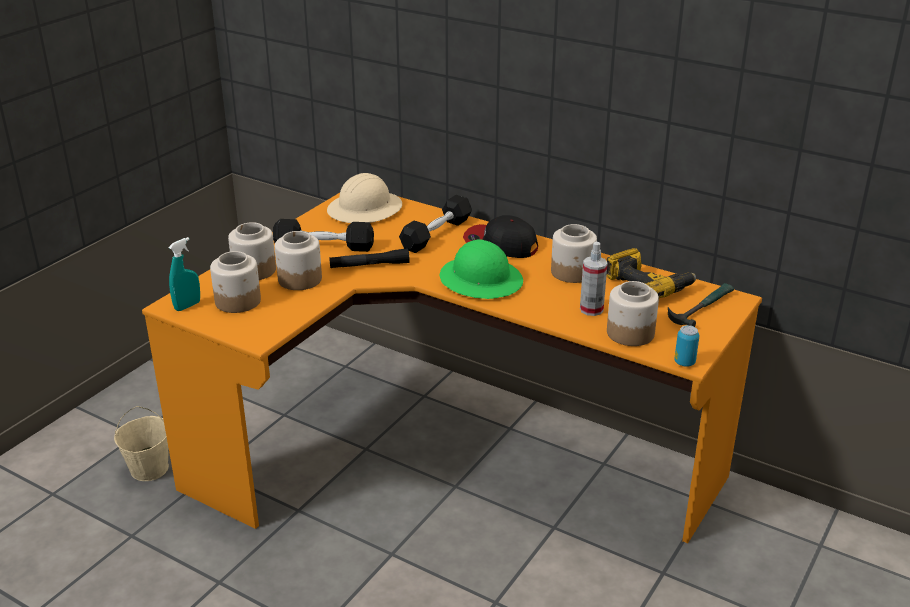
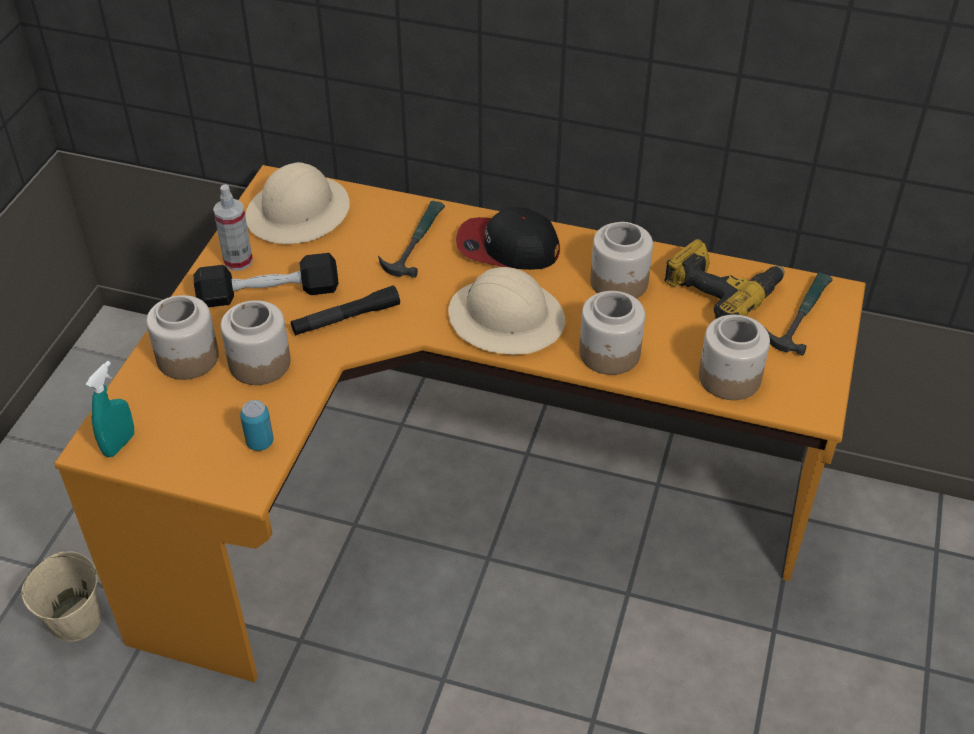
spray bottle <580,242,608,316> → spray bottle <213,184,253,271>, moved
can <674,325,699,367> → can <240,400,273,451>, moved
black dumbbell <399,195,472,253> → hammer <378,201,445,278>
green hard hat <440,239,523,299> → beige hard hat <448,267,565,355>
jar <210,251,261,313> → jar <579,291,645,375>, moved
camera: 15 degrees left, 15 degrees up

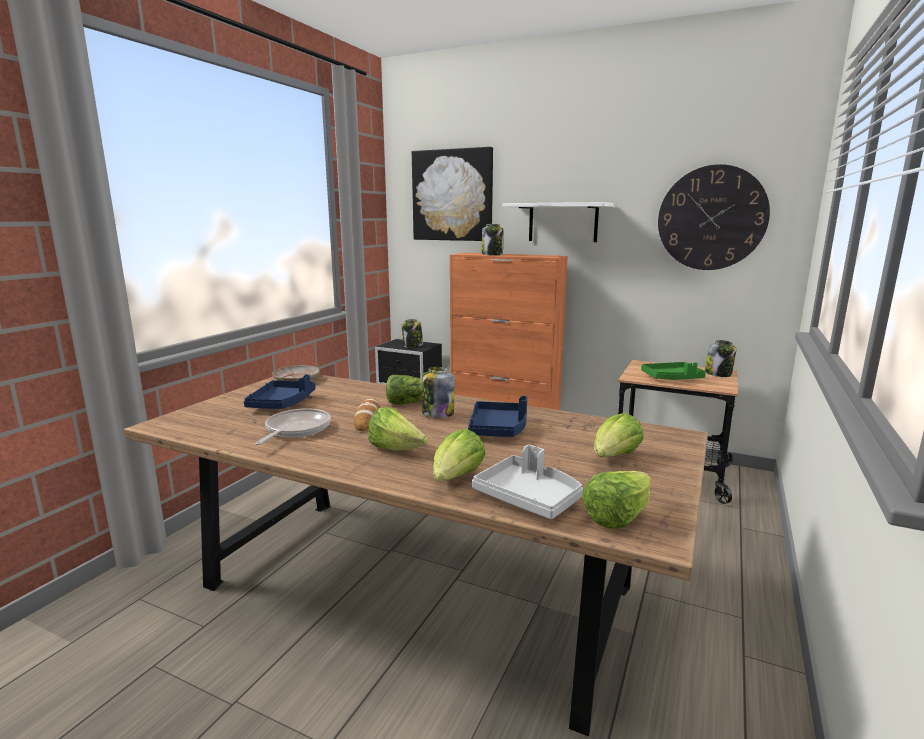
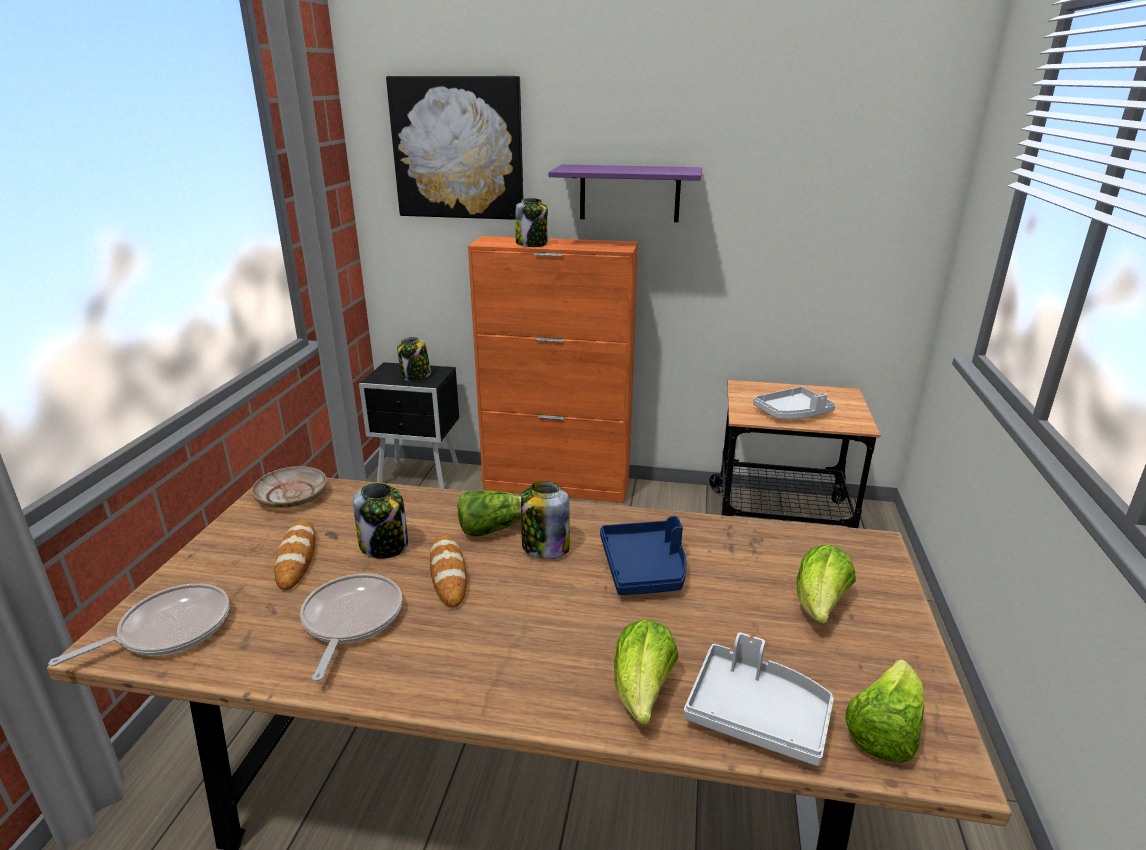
- → frying pan <49,583,229,666>
blue tray <244,374,316,409> → bread <274,520,316,590>
jar <705,340,736,377> → jar <353,482,408,559>, moved
white shelf <502,202,614,242> → purple shelf <549,165,702,222>
green tray <641,362,706,380> → grey tray <753,386,835,419>
lettuce <368,407,428,451> → -
wall clock <658,164,770,270> → -
camera: 15 degrees left, 10 degrees up

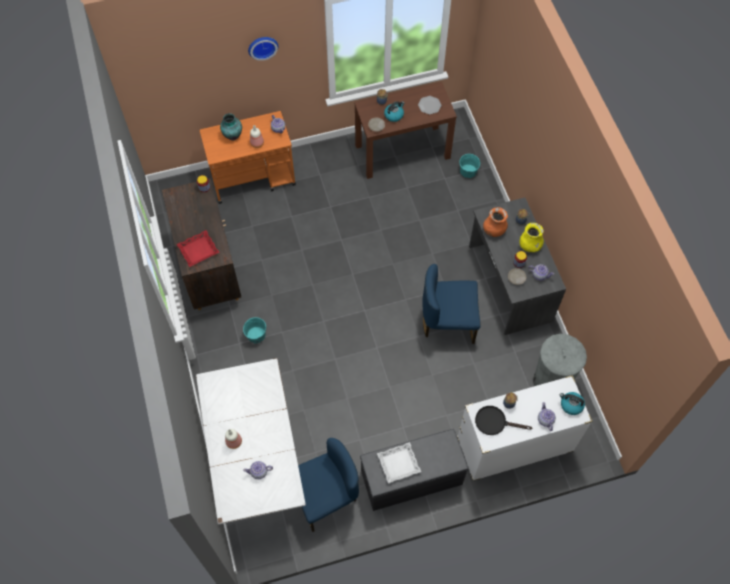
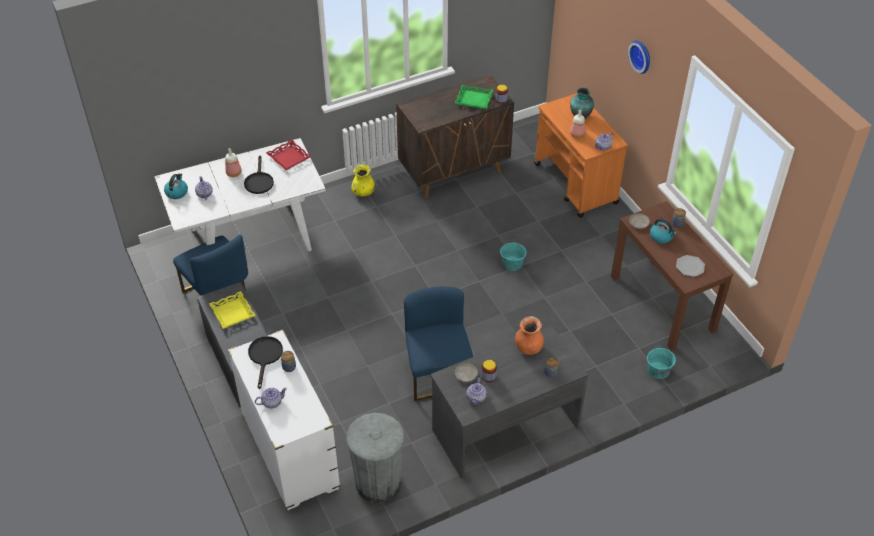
kettle <560,392,585,415> → kettle <164,173,188,199>, moved
white tray <377,442,421,483> → yellow tray <209,291,256,329>
- → black frying pan <244,156,274,194>
red tray <176,230,220,267> → red tray <266,139,312,170>, moved
yellow vase <519,223,544,252> → yellow vase <351,164,375,196>, moved
- → green tray <455,84,494,109>
turquoise bucket <243,317,266,343> → turquoise bucket <500,242,527,271>, moved
camera: 80 degrees right, 15 degrees down

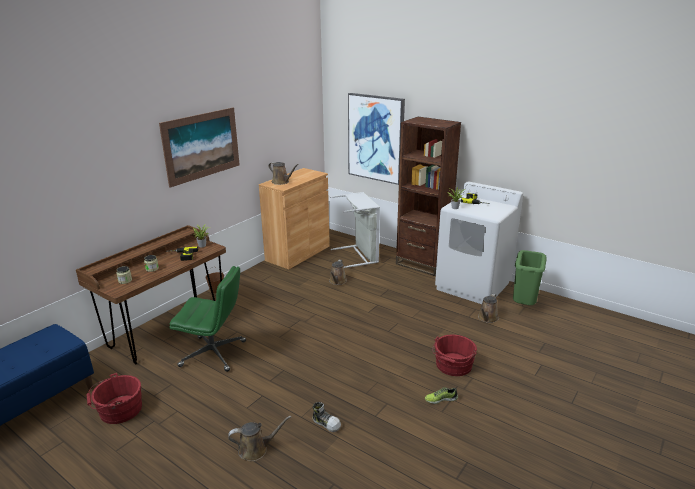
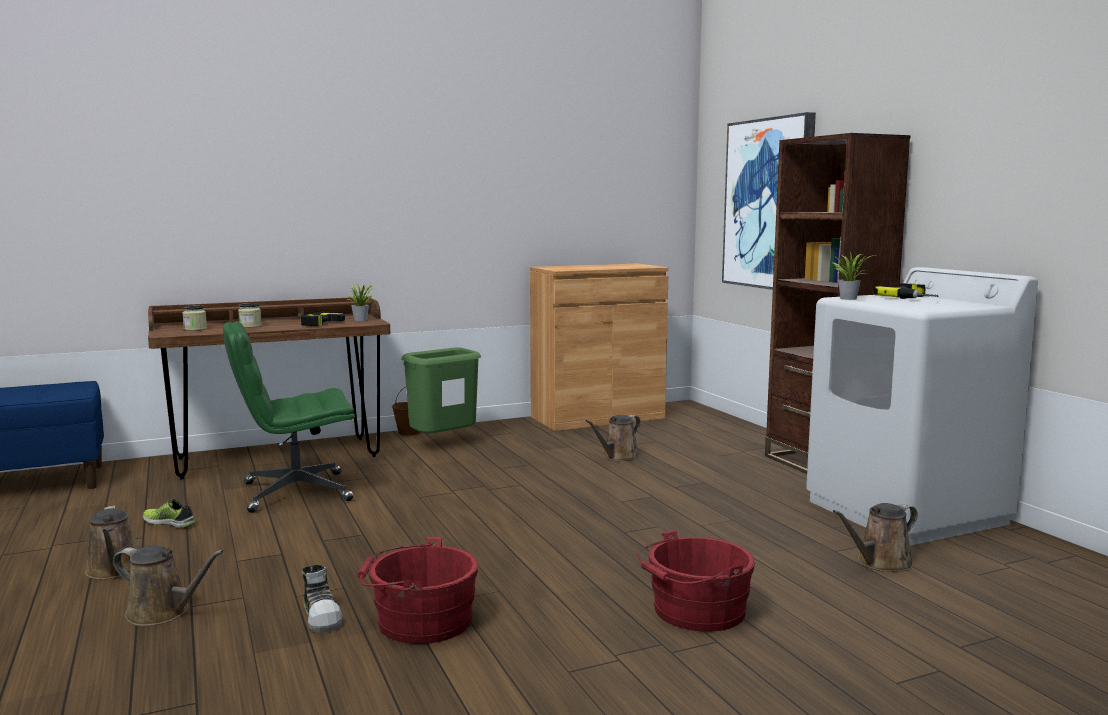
brown watering can <269,162,299,185> → brown watering can <85,505,138,579>, moved
shoe <425,387,458,404> → shoe <143,499,196,528>, moved
green office chair <170,266,246,372> → green office chair <223,321,355,513>, 120 degrees clockwise
red bucket <87,373,142,424> → red bucket <357,537,478,644>, moved
green trash can <513,250,547,305> → green trash can <401,348,481,434>, moved
picture <159,108,240,188> → -
grey laundry basket <330,192,380,268> → -
camera: 30 degrees right, 15 degrees down

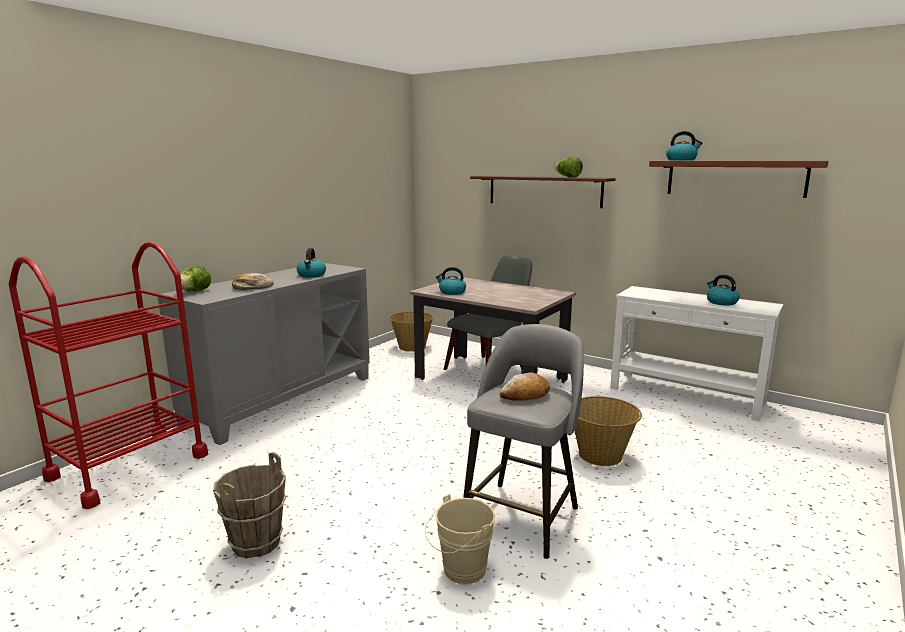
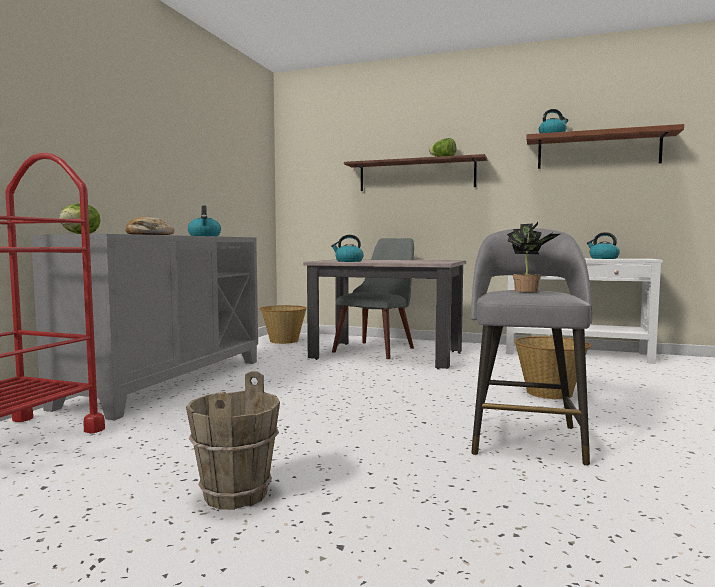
bread <500,372,550,401> → potted plant <506,222,560,292>
beige bucket <425,494,495,585> → -
camera: 15 degrees left, 10 degrees down

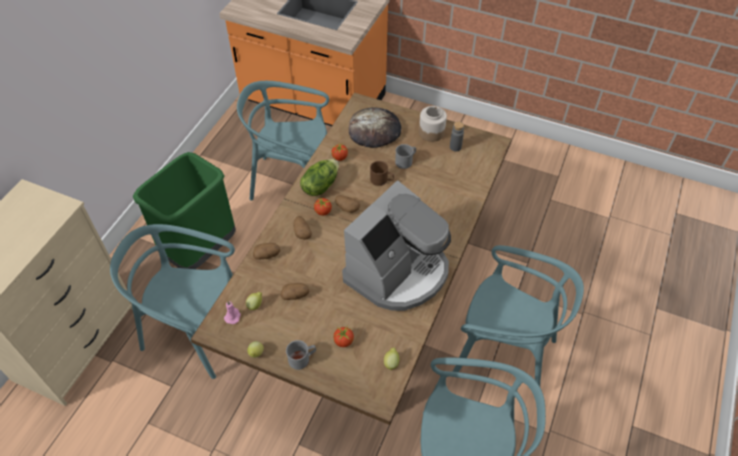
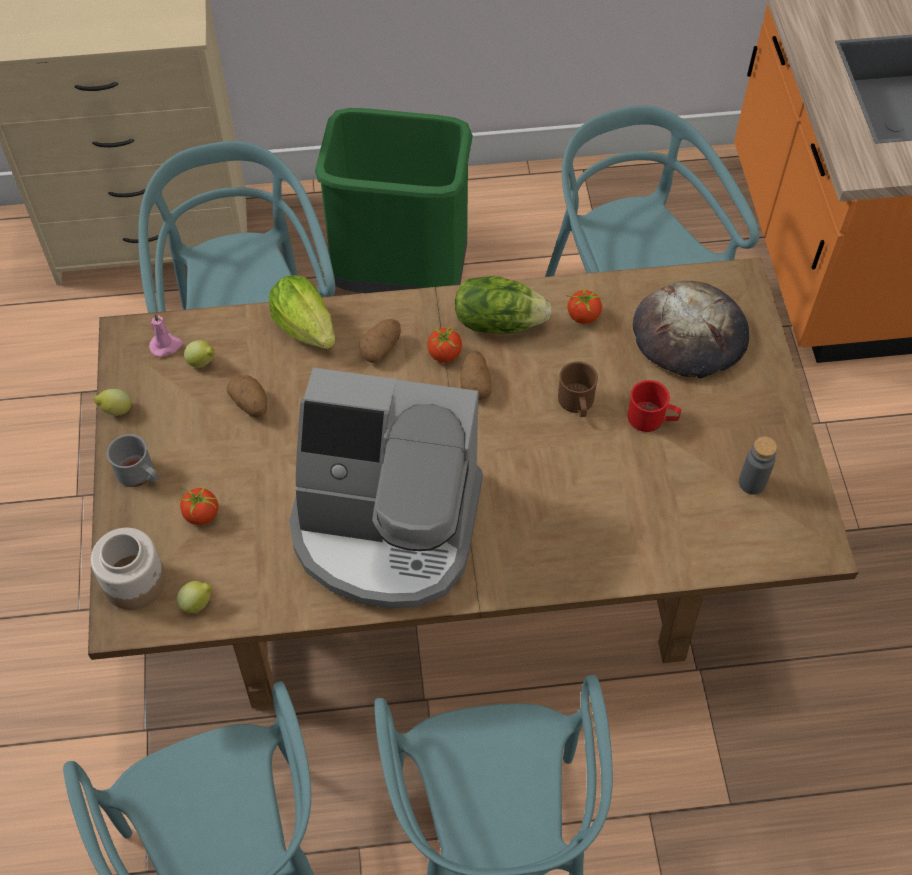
jar <419,106,447,142> → jar <91,528,166,610>, moved
potato <253,243,280,260> → lettuce <269,275,335,349>
grey mug <395,144,416,169> → red mug <627,380,681,432>
camera: 60 degrees right, 5 degrees up

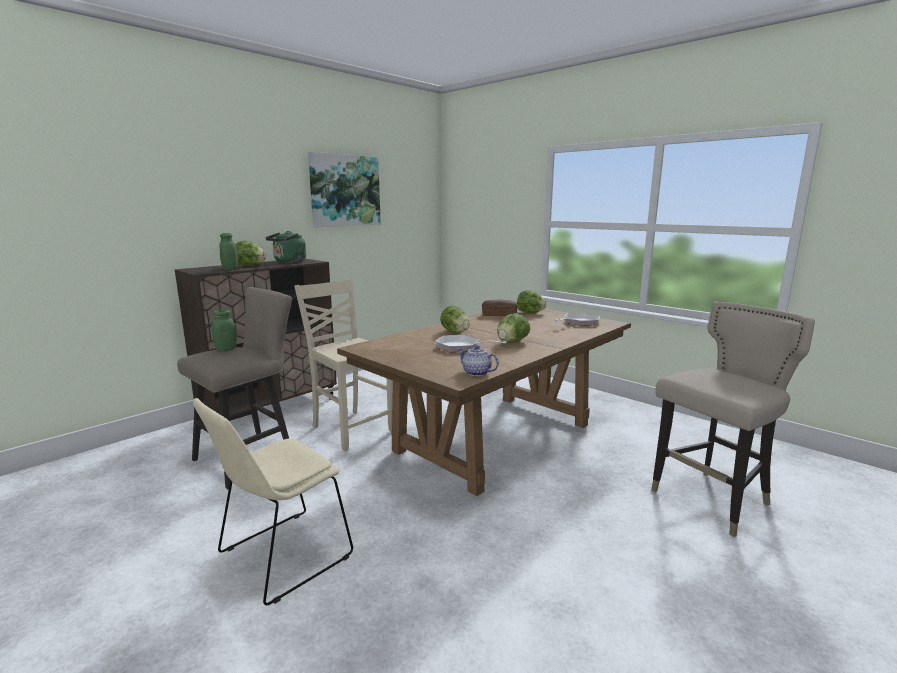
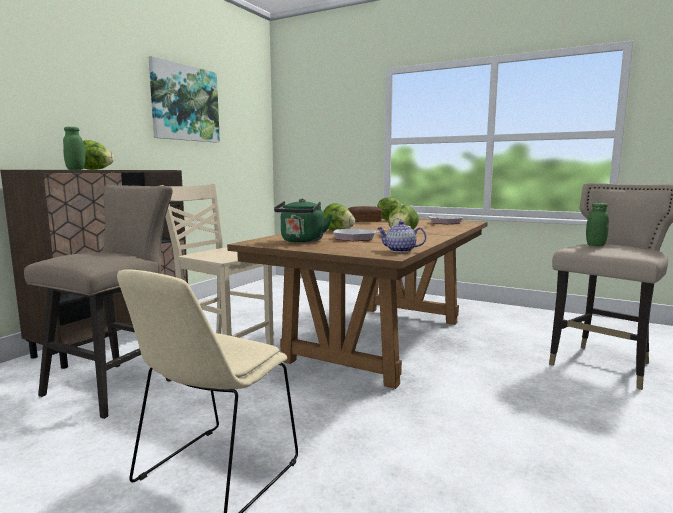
green kettle <266,231,306,263> → green kettle <274,199,332,243>, moved
green jar <212,310,237,352> → green jar <586,203,609,246>, moved
camera: 15 degrees left, 5 degrees down

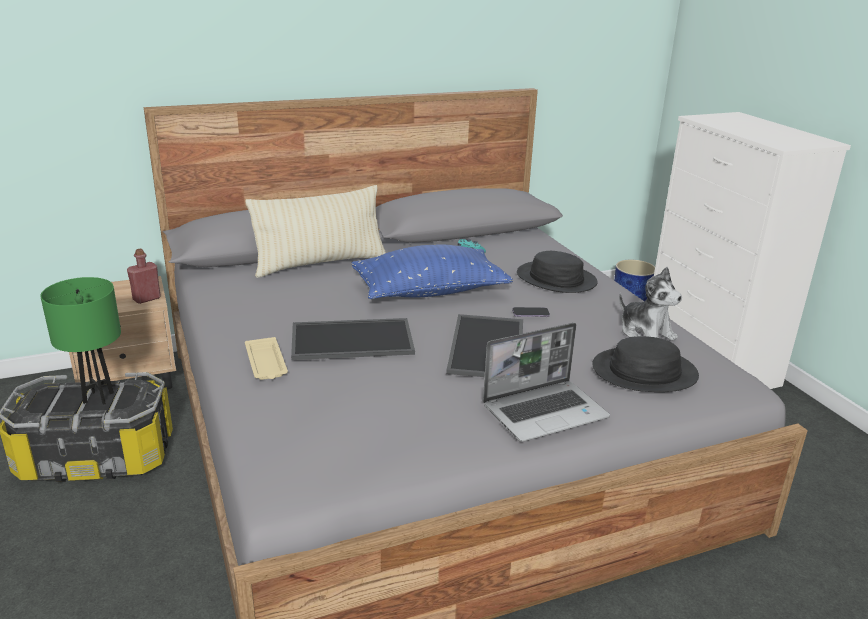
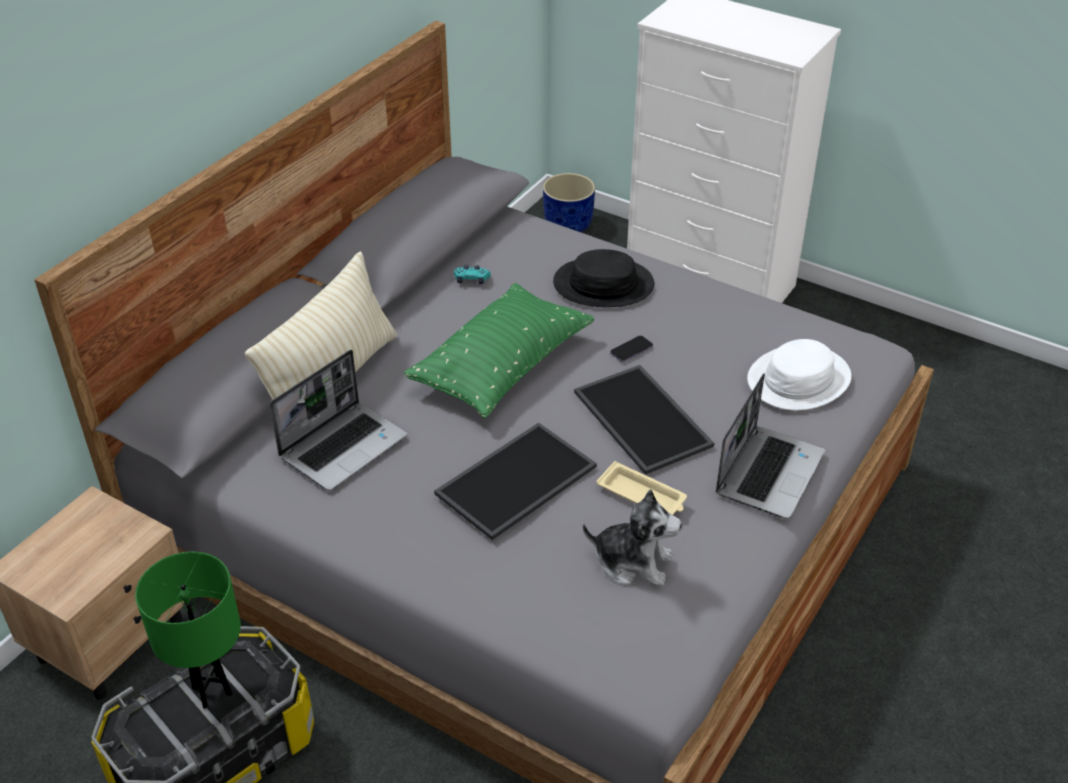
- → laptop <269,350,407,491>
blue pillow <351,245,513,299> → green pillow <404,283,594,418>
plush toy <619,267,682,341> → plush toy <583,489,681,586>, moved
beige tray <245,337,288,380> → beige tray <597,461,687,515>, moved
black hat <592,336,699,392> → white hat <747,339,852,411>
red bottle <127,249,161,304> → -
camera: 35 degrees left, 15 degrees up

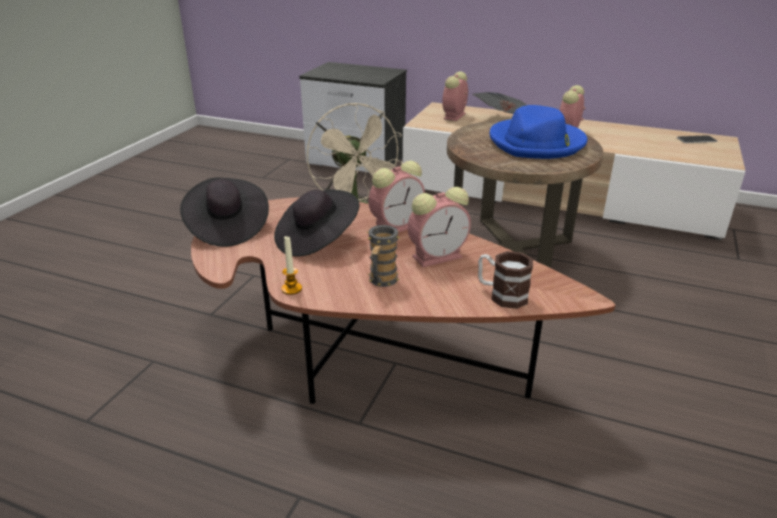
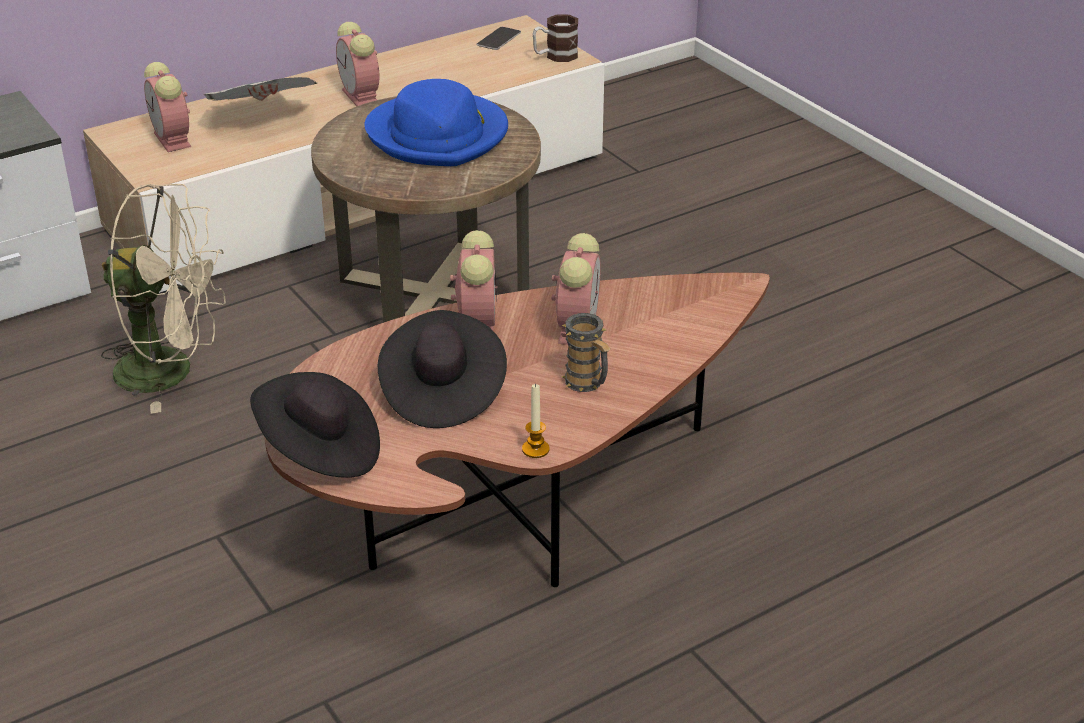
mug <478,251,533,309> → mug <533,15,578,62>, moved
camera: 55 degrees left, 5 degrees up

